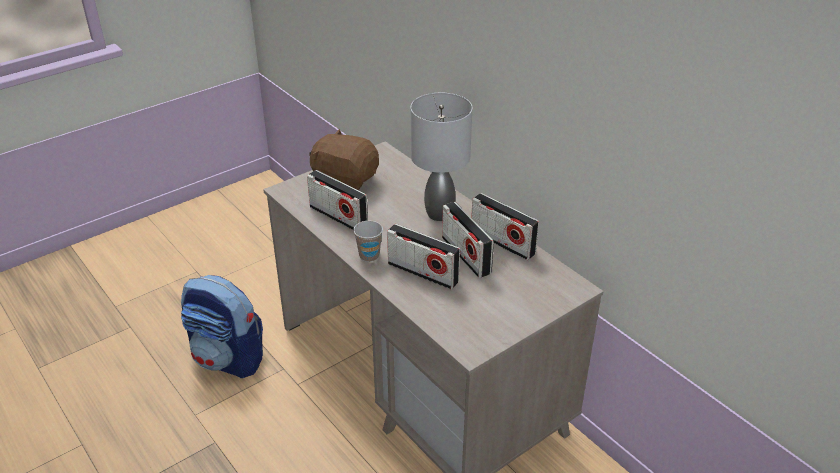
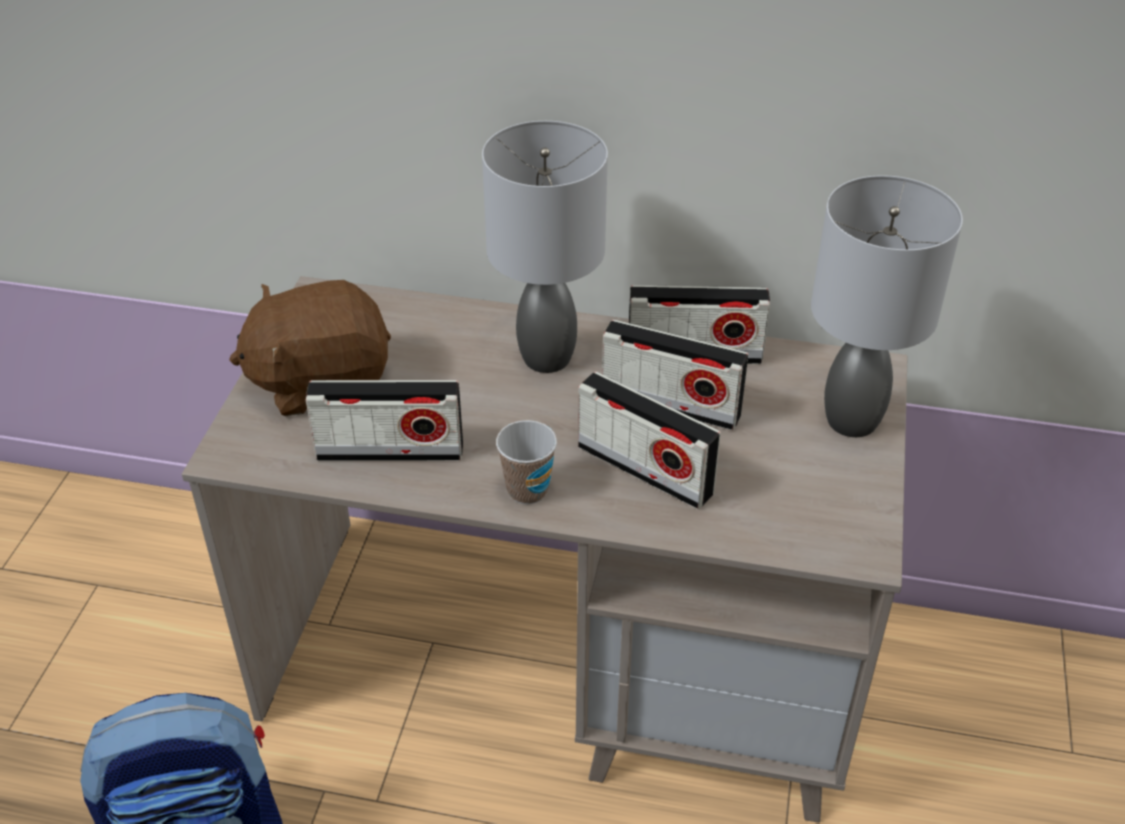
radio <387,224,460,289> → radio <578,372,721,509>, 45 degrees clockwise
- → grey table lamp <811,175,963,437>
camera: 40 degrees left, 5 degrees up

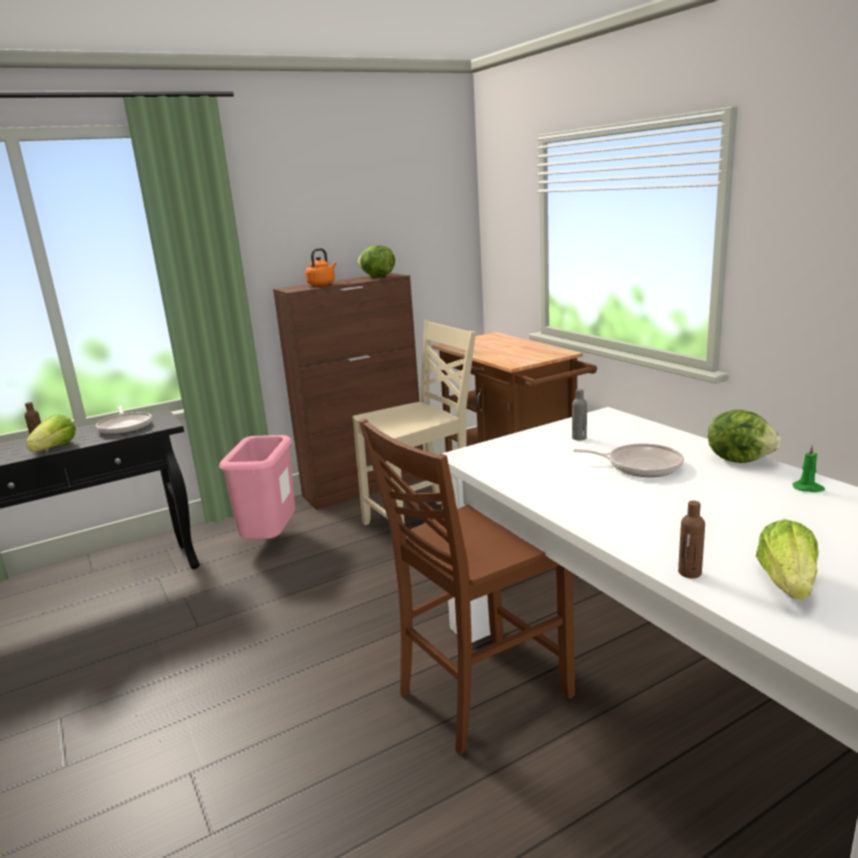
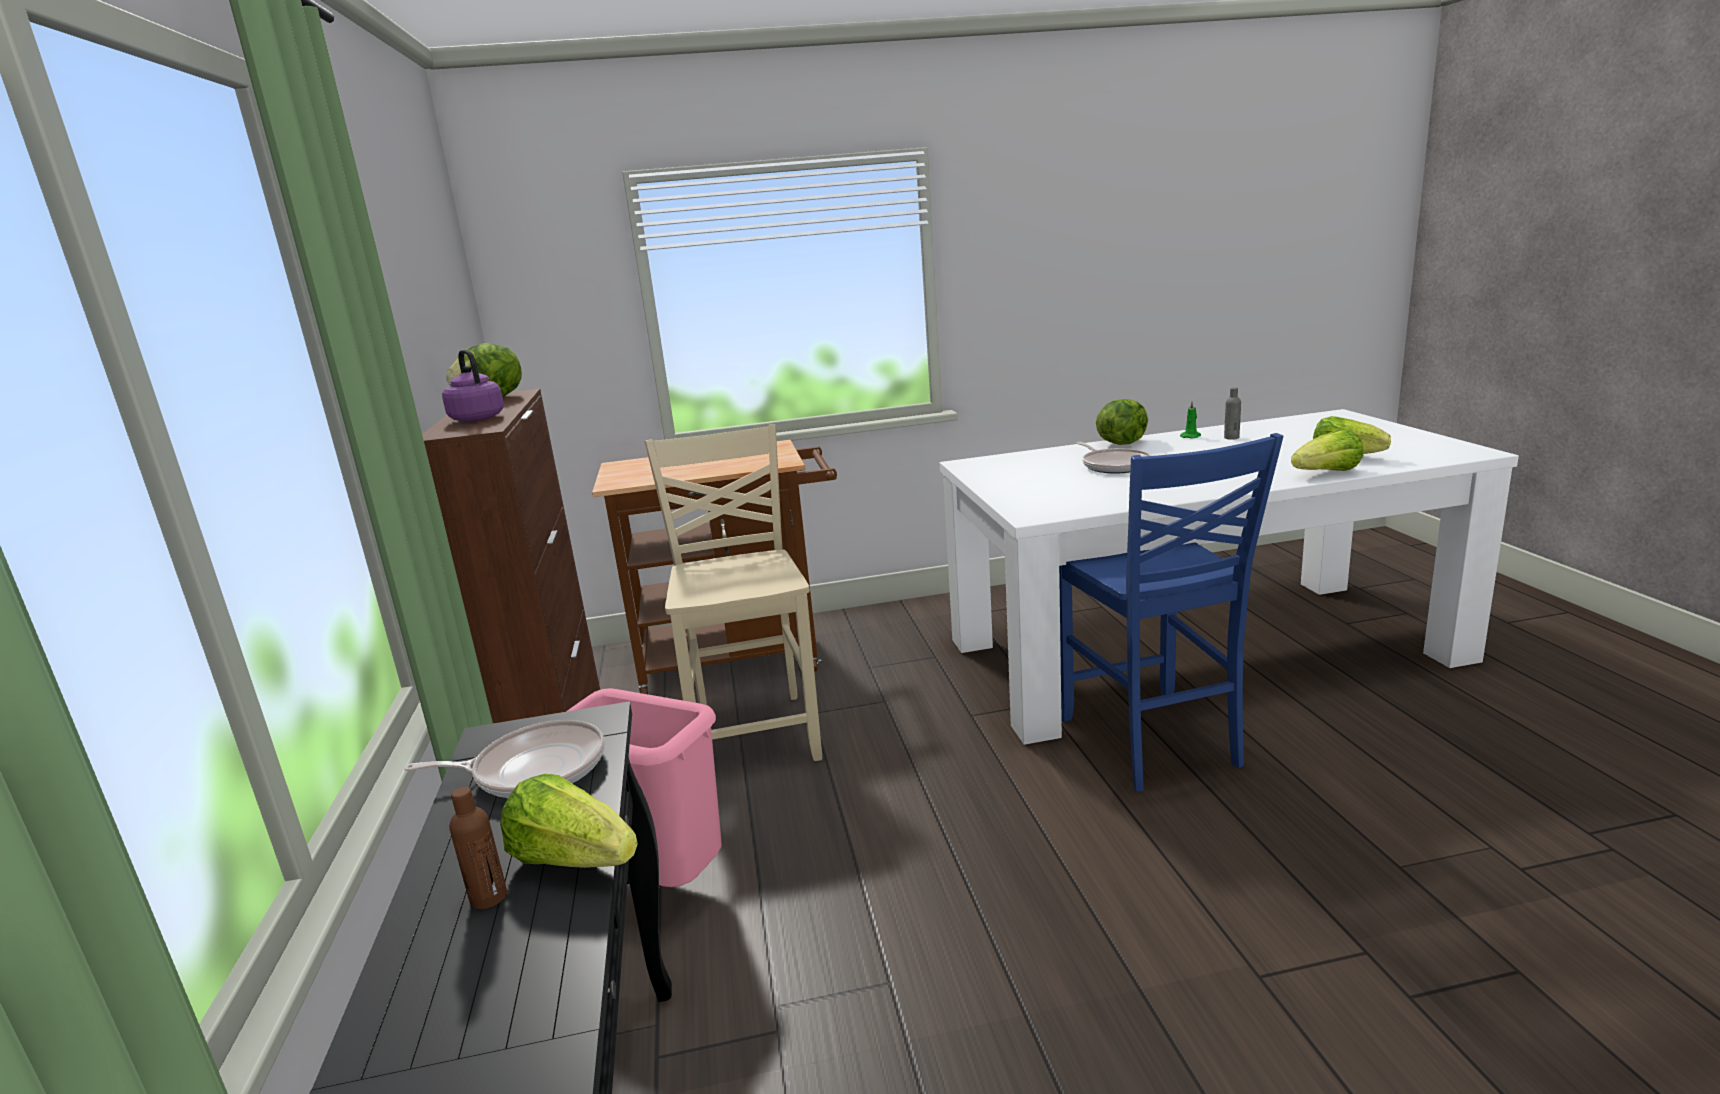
orange kettle <305,248,336,286> → purple kettle <442,350,504,422>
brown chair <359,418,575,754> → blue chair <1059,433,1283,792>
frying pan <573,443,684,477> → frying pan <1076,442,1152,474>, 120 degrees clockwise
grey bottle <572,389,587,440> → grey bottle <1224,387,1241,440>, moved
brown bottle <678,501,705,578> → lettuce <1291,429,1363,471>
camera: 70 degrees left, 0 degrees up

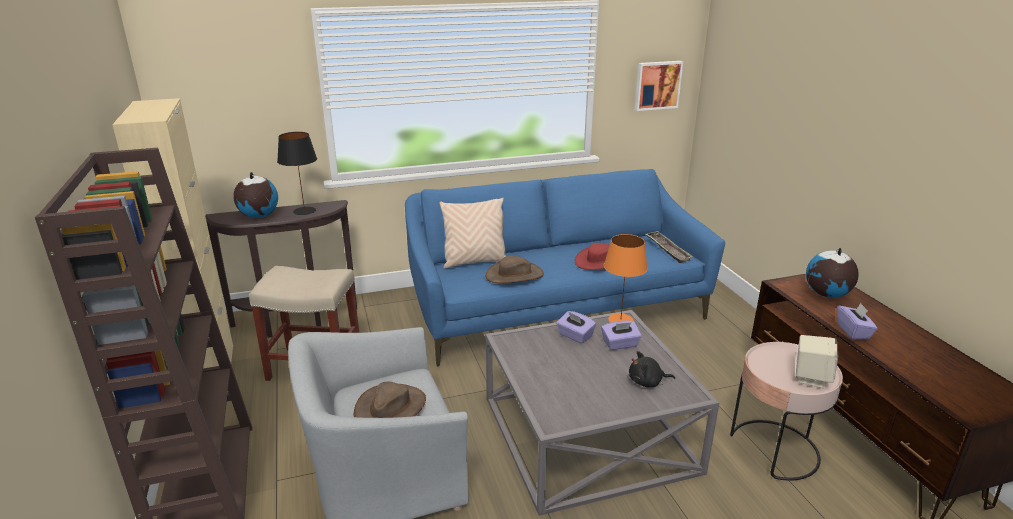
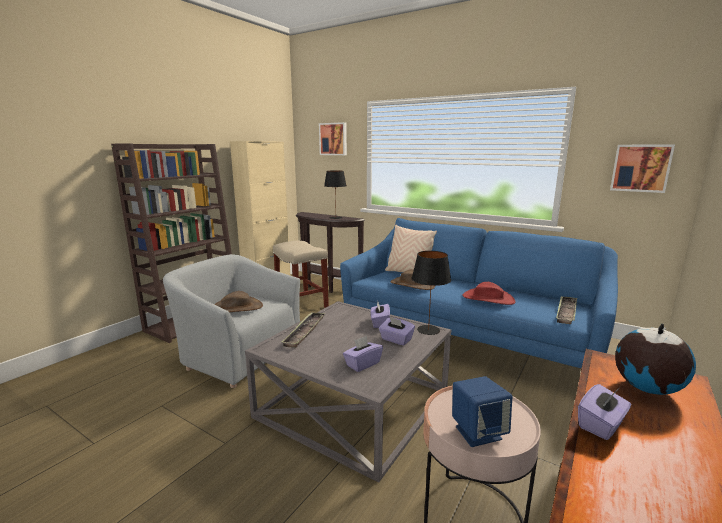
- → tray <282,312,326,348>
- → picture <319,122,347,155>
black plush toy <629,351,675,387> → purple tissue box <343,336,383,372>
orange table lamp <604,234,648,323> → black table lamp <412,251,451,335>
beige speaker <796,335,838,389> → blue speaker <452,376,512,447>
globe <233,172,278,218> → -
camera: 50 degrees right, 10 degrees down

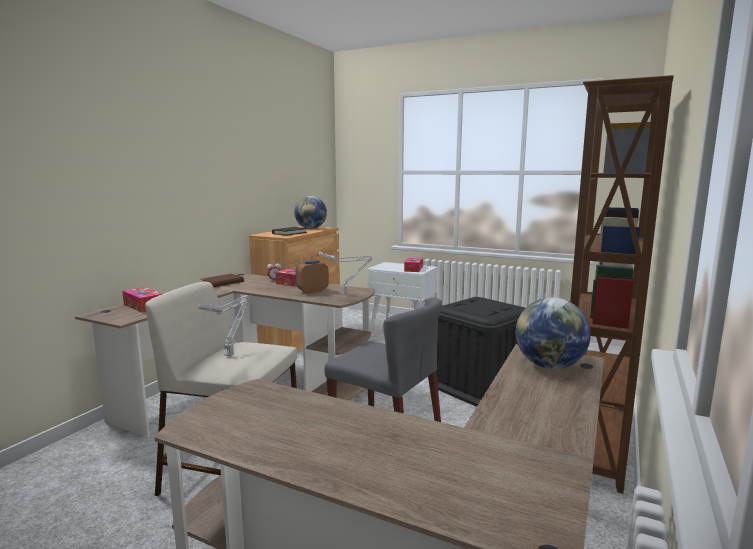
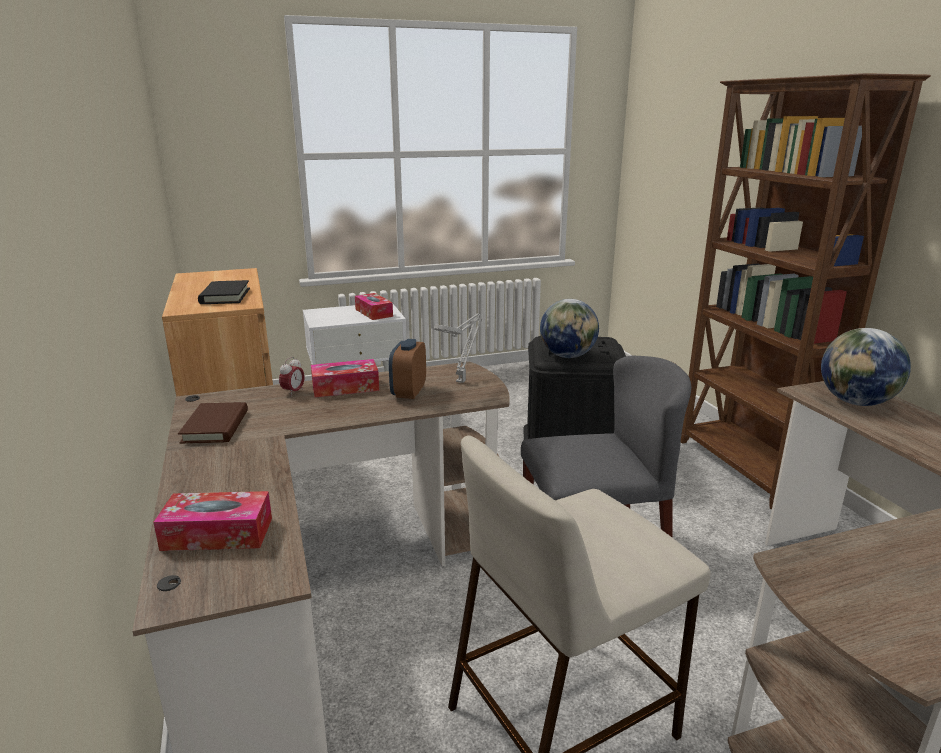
globe <294,196,327,229> → globe <540,299,599,358>, moved
grey table lamp <197,295,251,356> → -
camera: 45 degrees left, 10 degrees up

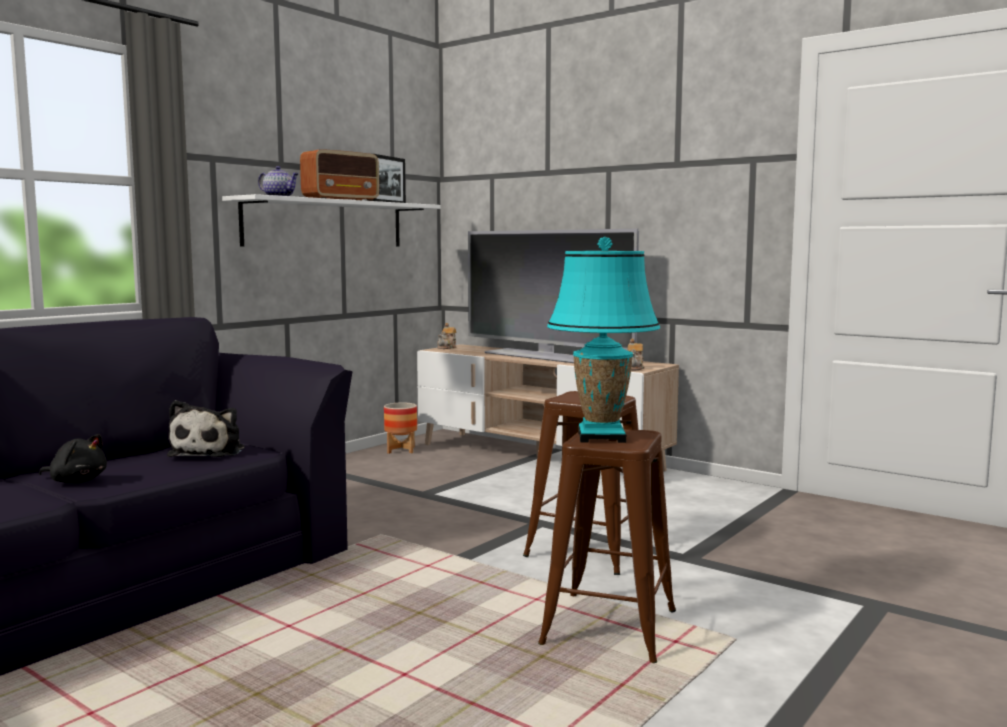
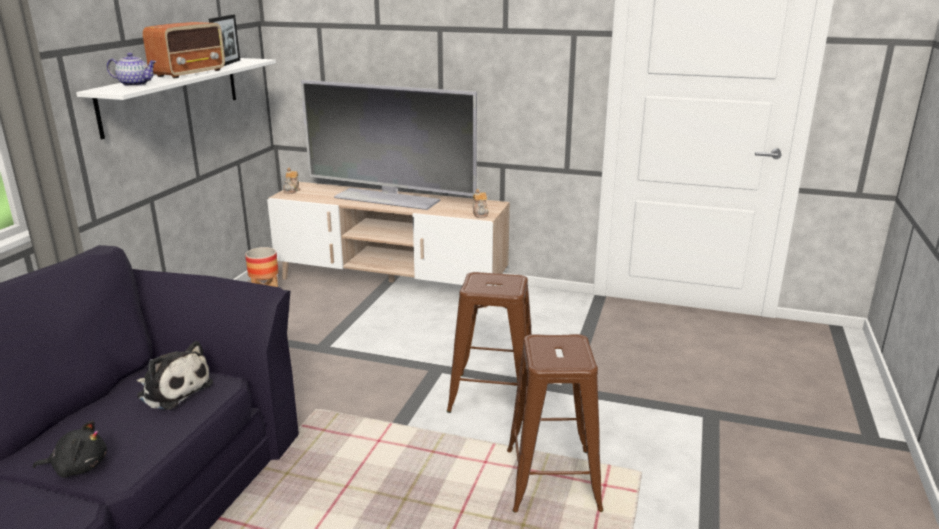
plush toy <167,400,245,457> → plush toy <137,341,213,410>, 45 degrees counterclockwise
turquoise table lamp <547,237,660,443> → -
camera: 20 degrees left, 15 degrees up

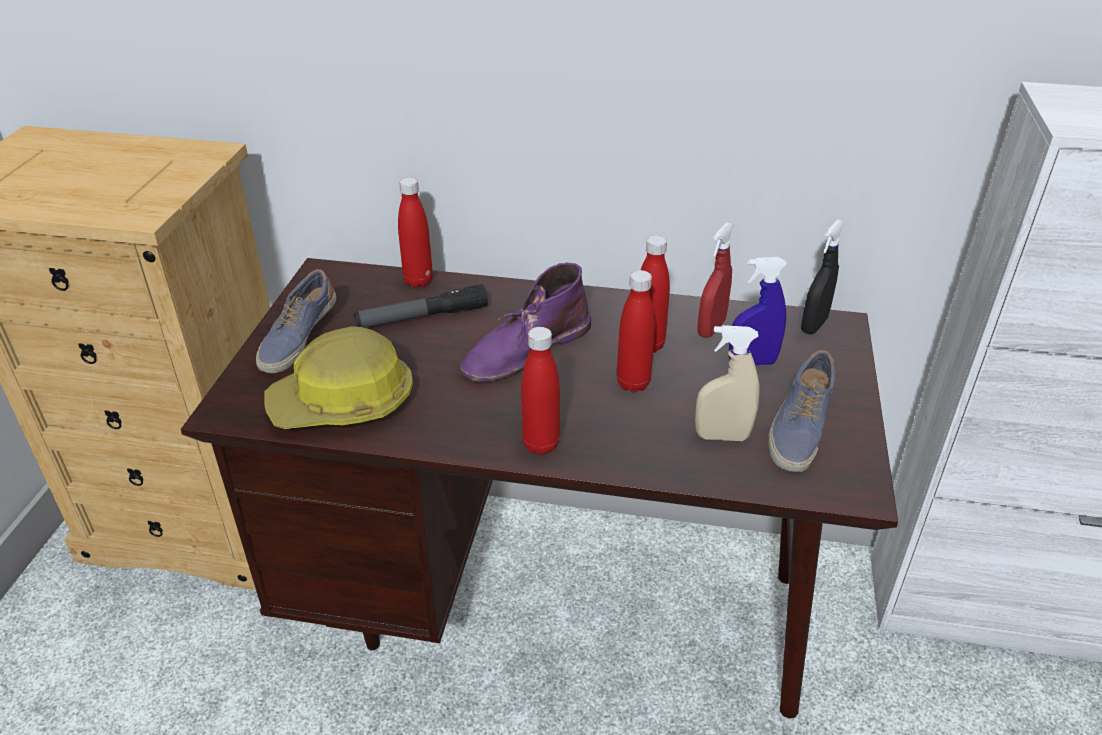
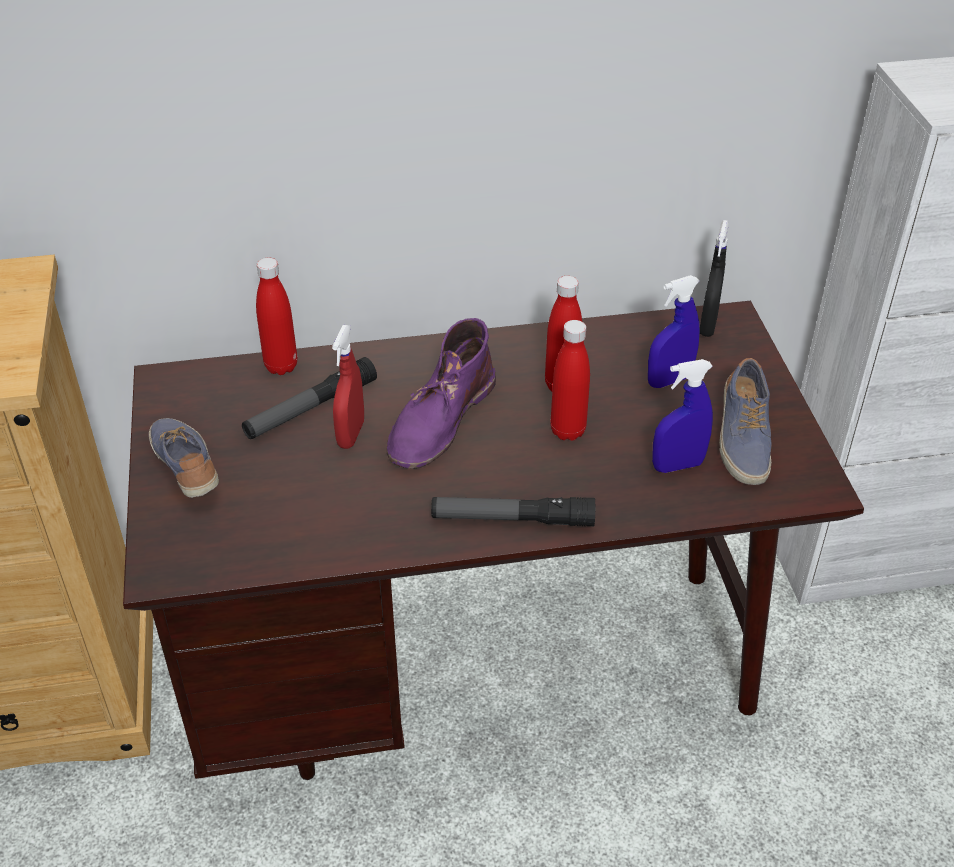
shoe <256,269,336,373> → shoe <149,418,219,498>, 150 degrees clockwise
red spray bottle <697,222,734,338> → red spray bottle <332,325,364,449>, moved
red bottle <521,327,560,455> → flashlight <431,497,595,526>
beige spray bottle <695,325,760,441> → blue spray bottle <652,359,713,473>
hard hat <264,326,413,429> → -
camera: 20 degrees left, 5 degrees up

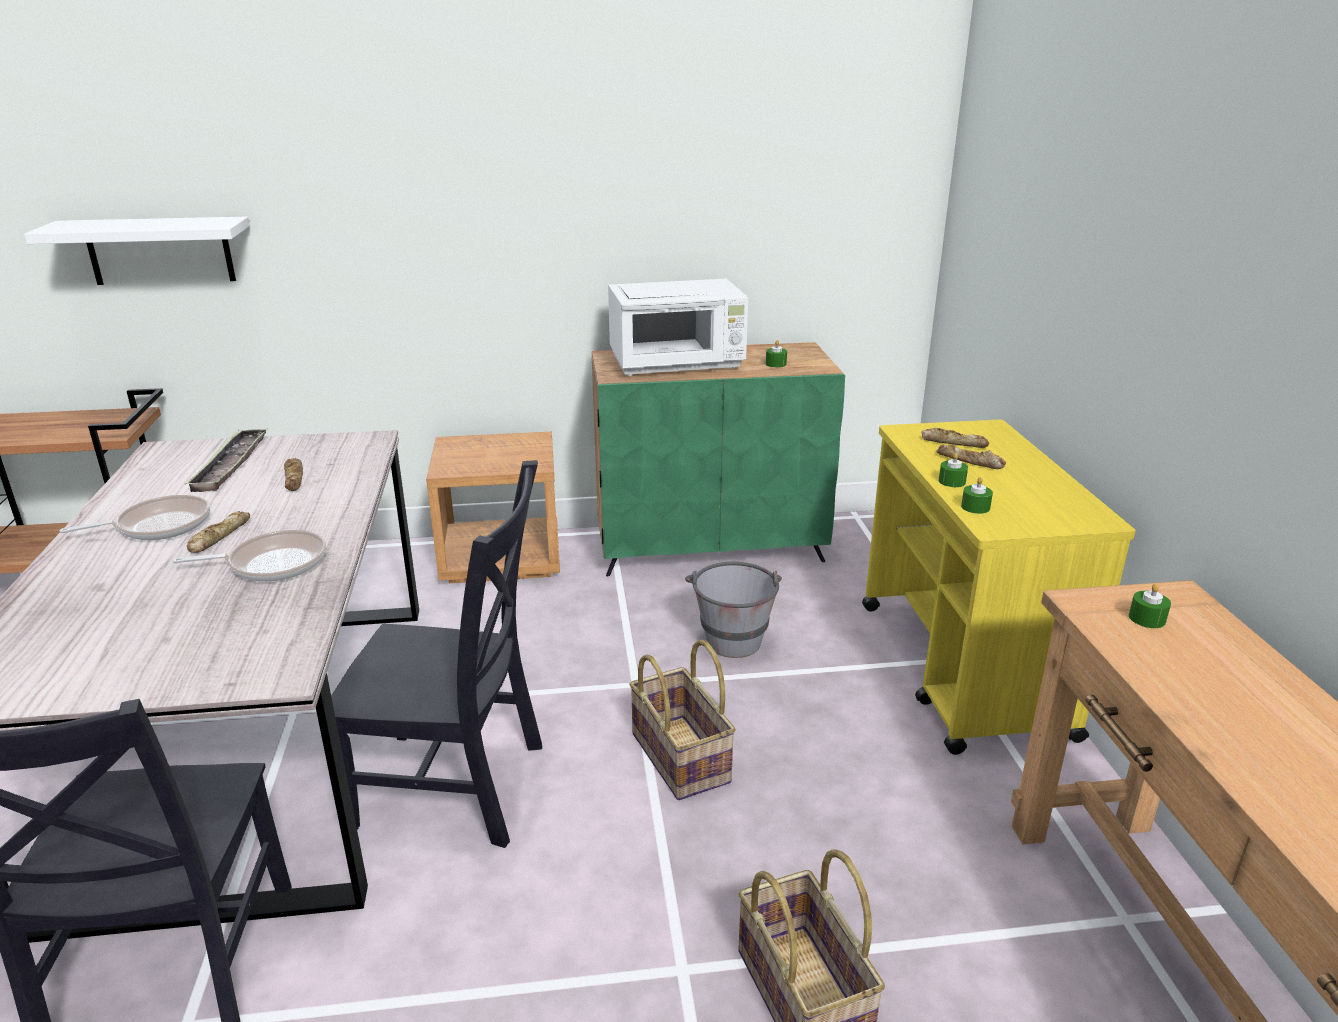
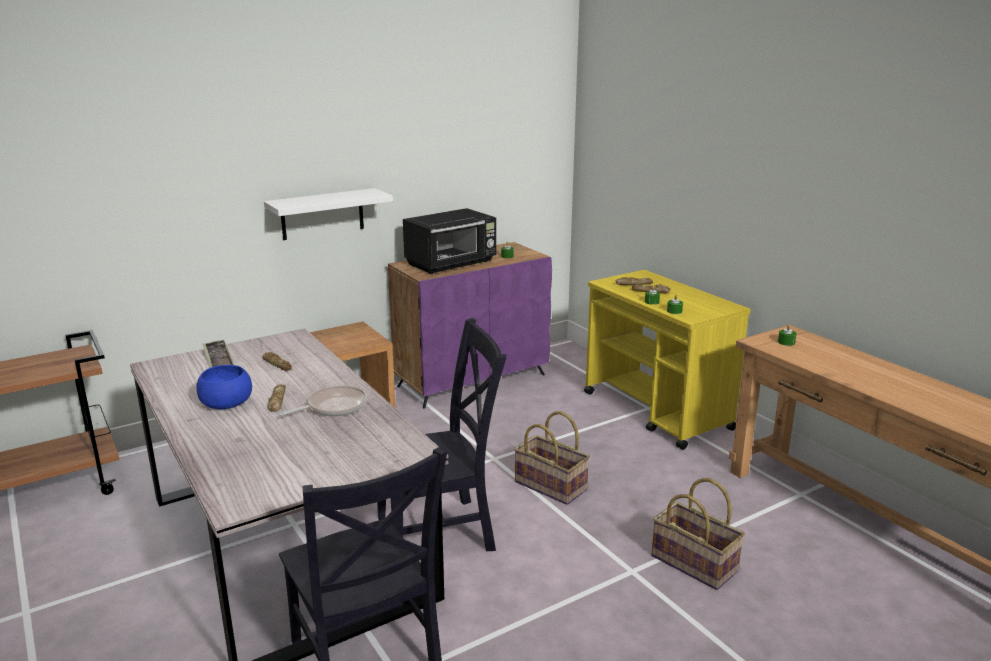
frying pan <60,495,210,540> → blue bowl <196,365,252,409>
white shelf <24,217,250,285> → white shelf <264,188,393,240>, moved
green cabinet <592,342,845,576> → purple cabinet <388,242,552,409>
white microwave <608,279,748,376> → black microwave <403,208,496,274>
grey bucket <685,562,782,658> → -
camera: 25 degrees left, 5 degrees down

